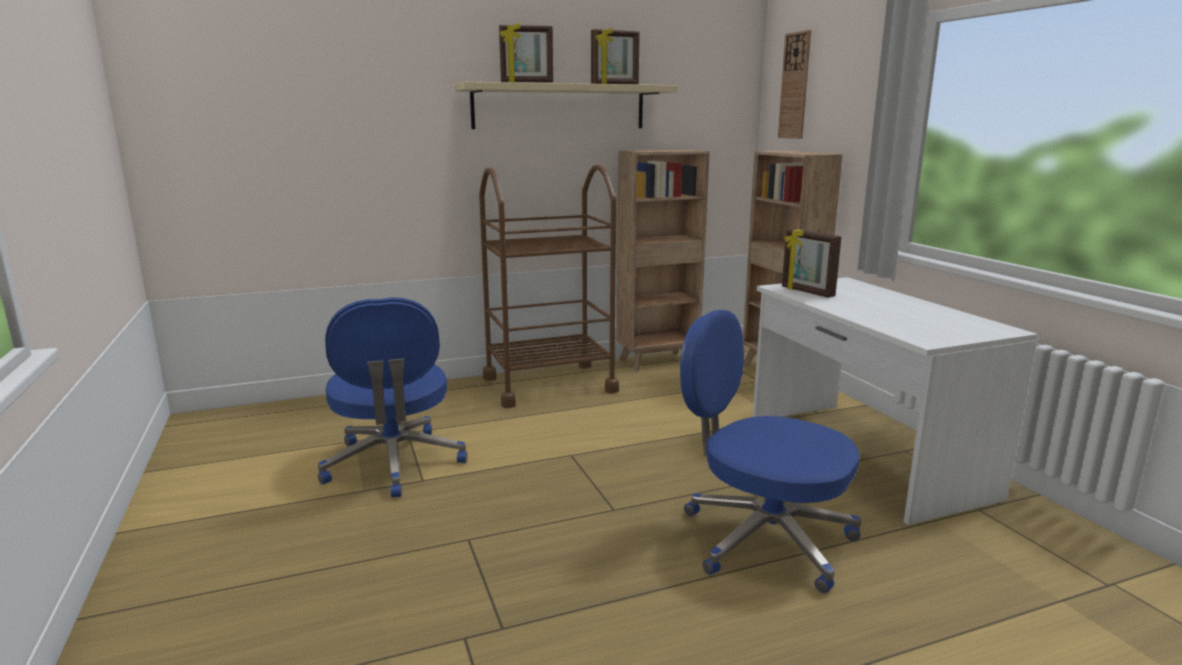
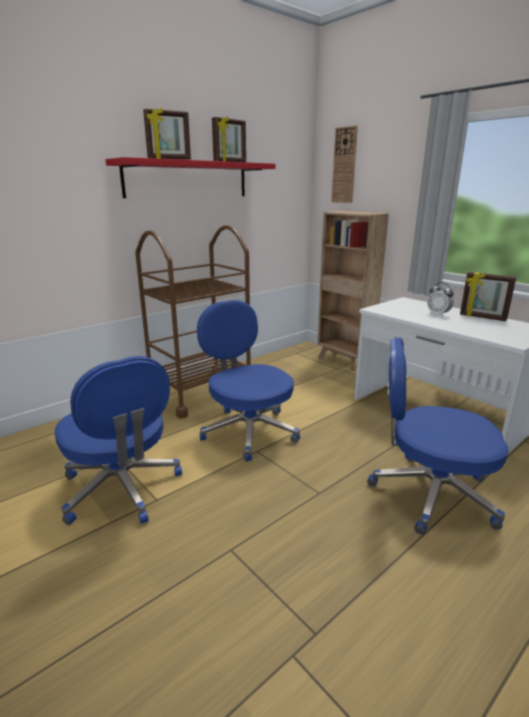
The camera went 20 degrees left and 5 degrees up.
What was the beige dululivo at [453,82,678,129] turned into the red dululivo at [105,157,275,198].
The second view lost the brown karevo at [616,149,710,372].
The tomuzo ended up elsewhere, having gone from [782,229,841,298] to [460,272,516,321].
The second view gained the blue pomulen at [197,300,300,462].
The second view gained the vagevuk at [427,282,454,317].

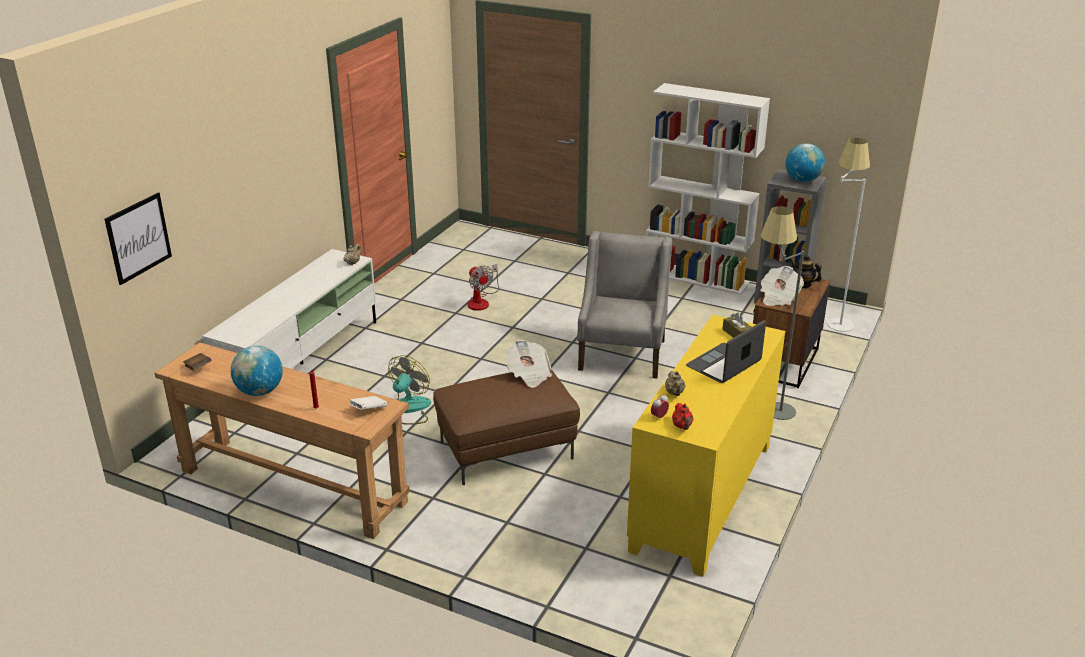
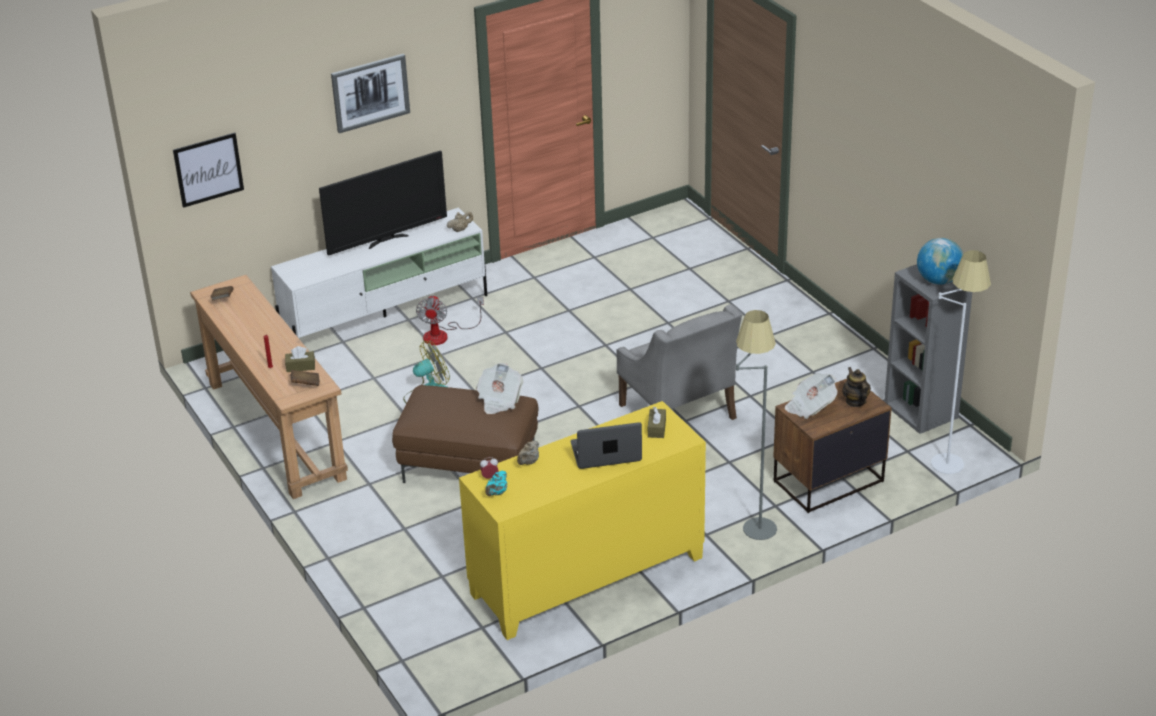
The camera went 35 degrees right and 5 degrees up.
The second view lost the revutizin at [231,346,283,396].
What was the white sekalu at [350,396,387,410] turned into the brown sekalu at [290,370,320,386].
The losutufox ended up elsewhere, having gone from [468,264,499,311] to [416,295,484,345].
The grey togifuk at [577,231,672,379] ended up facing another way, 105 degrees clockwise from before.
The second view lost the white karevo at [646,83,770,295].
What was the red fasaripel at [672,403,693,430] turned into the turquoise fasaripel at [485,471,507,496].
The second view gained the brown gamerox at [285,346,315,372].
The second view gained the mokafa at [319,150,447,256].
The second view gained the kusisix at [331,54,410,133].

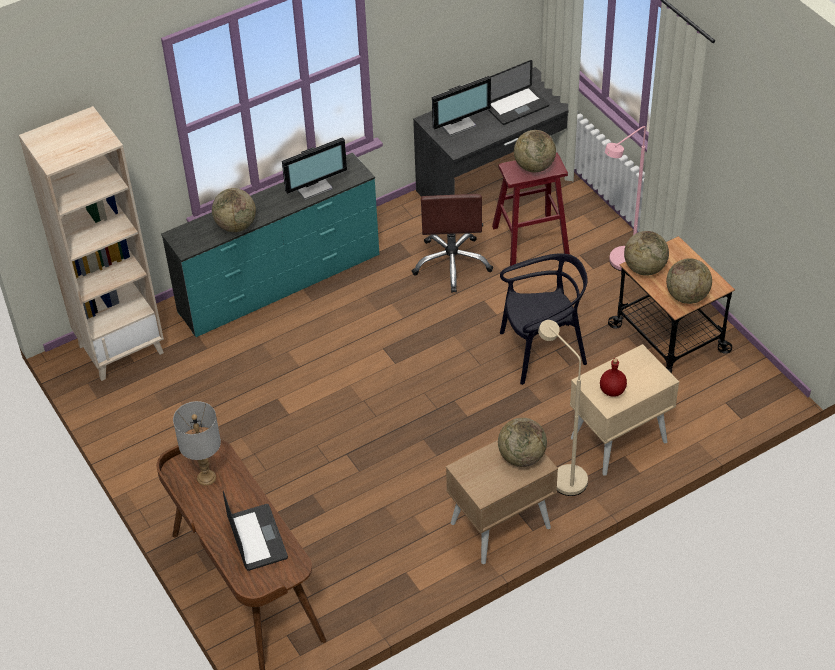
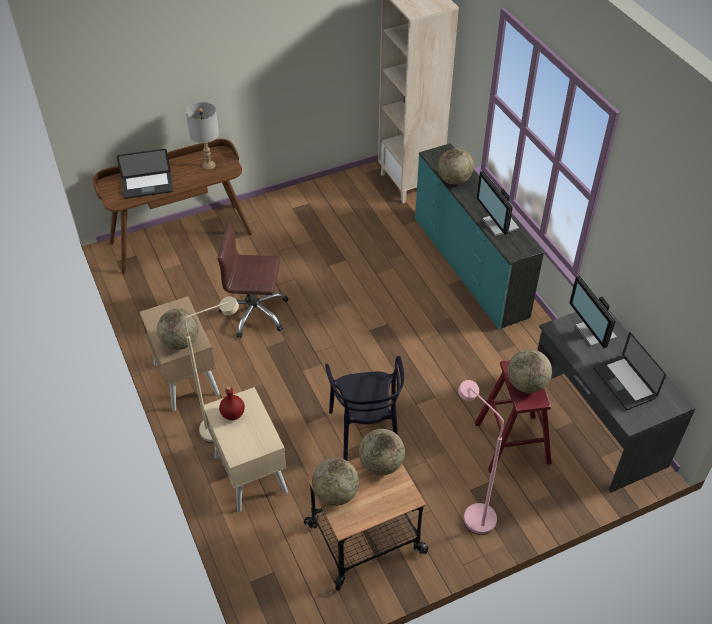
The camera went 95 degrees right and 0 degrees up.
The brown pomulen ended up elsewhere, having gone from [412,194,493,293] to [217,222,288,338].

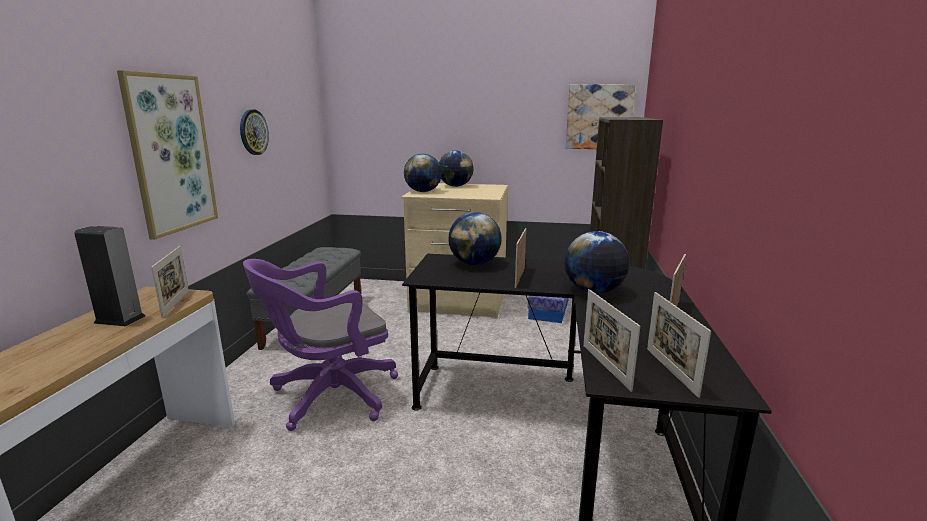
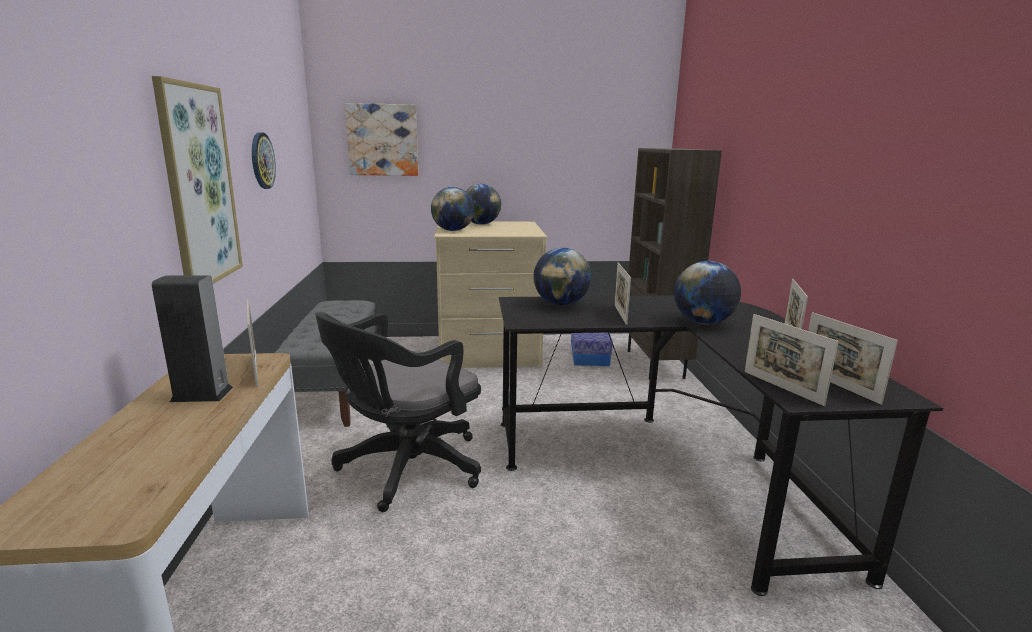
The camera went 15 degrees left and 0 degrees up.
What was the purple pomulen at [243,259,398,431] turned into the black pomulen at [315,312,481,512].
The kusisix ended up elsewhere, having gone from [566,84,635,149] to [345,103,418,176].

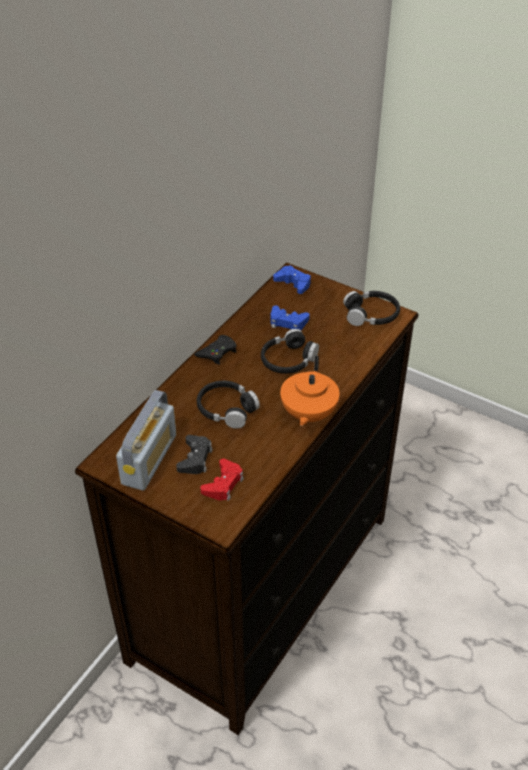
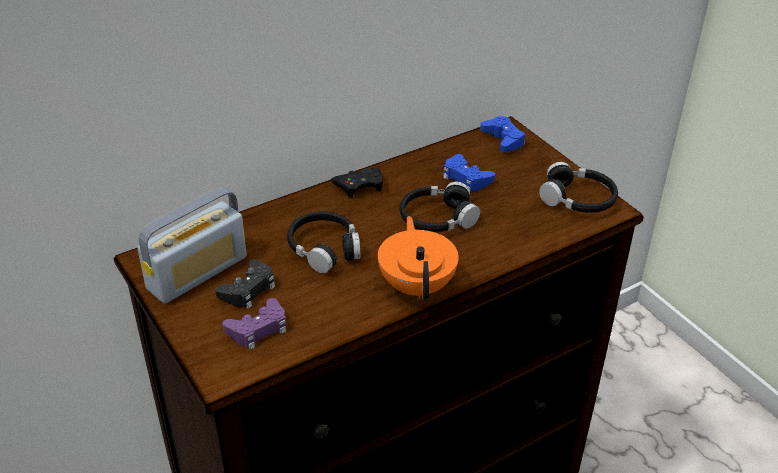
The camera went 25 degrees right and 5 degrees down.
What was the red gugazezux at [200,459,244,501] turned into the purple gugazezux at [223,298,286,349].
The orange fasaripel at [280,356,340,426] ended up facing another way, 135 degrees clockwise from before.

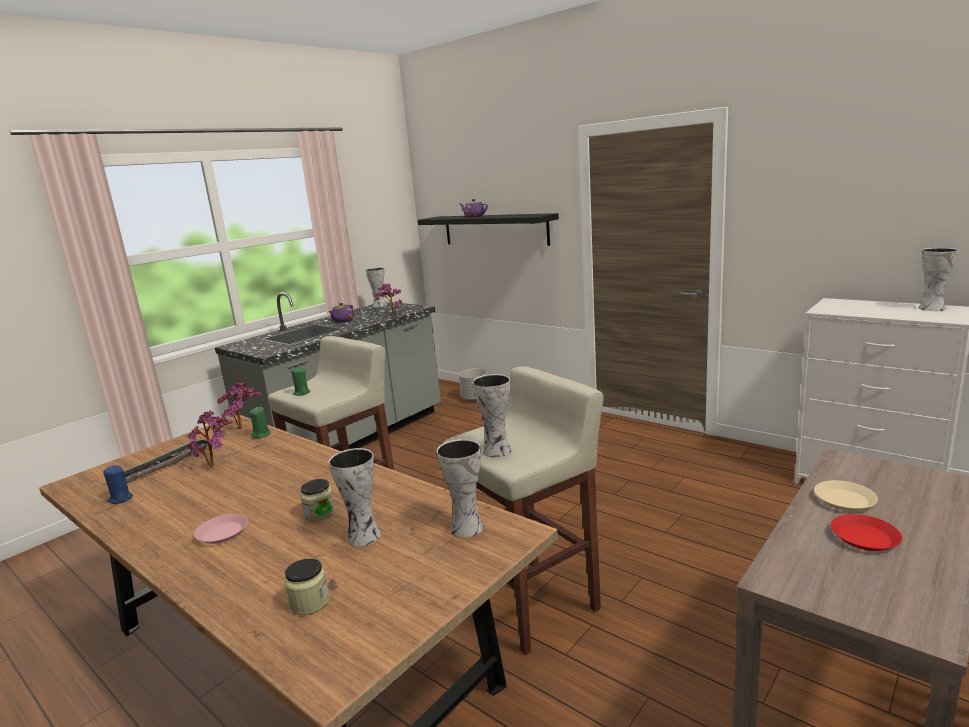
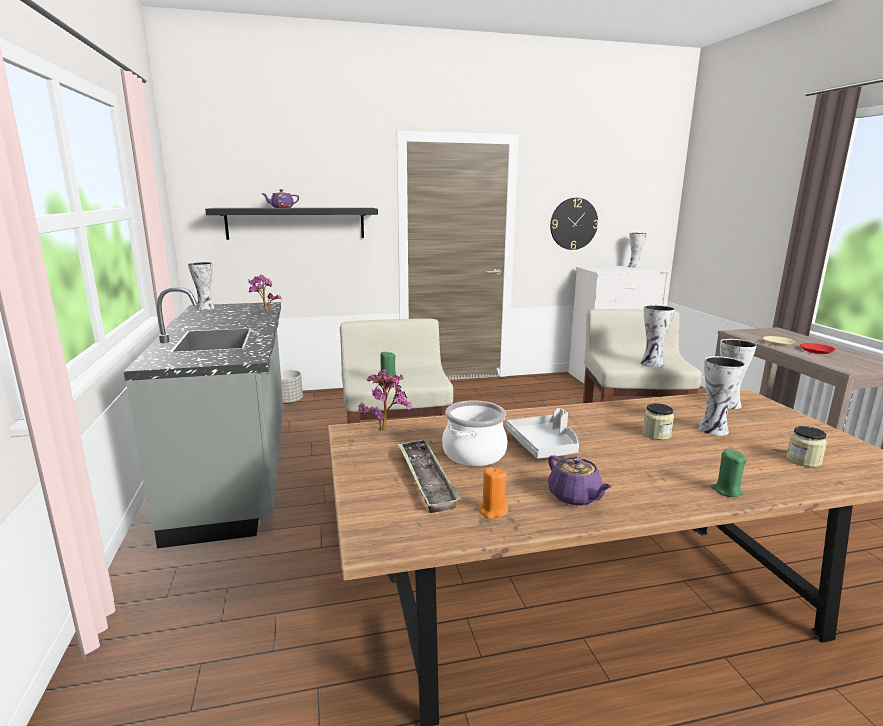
The camera went 55 degrees left and 0 degrees up.
What was the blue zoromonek at [103,465,133,504] turned into the orange zoromonek at [479,467,509,519].
Where the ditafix stood at [188,411,233,467], the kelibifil came to stand at [442,400,508,466].
The second view lost the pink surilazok at [194,514,248,544].
The green zoromonek ended up elsewhere, having gone from [250,407,271,438] to [711,449,747,497].
The purple fasaripel ended up elsewhere, having gone from [329,303,355,323] to [548,456,612,506].
The second view gained the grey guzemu at [506,408,579,459].
The second view gained the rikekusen at [550,198,598,250].

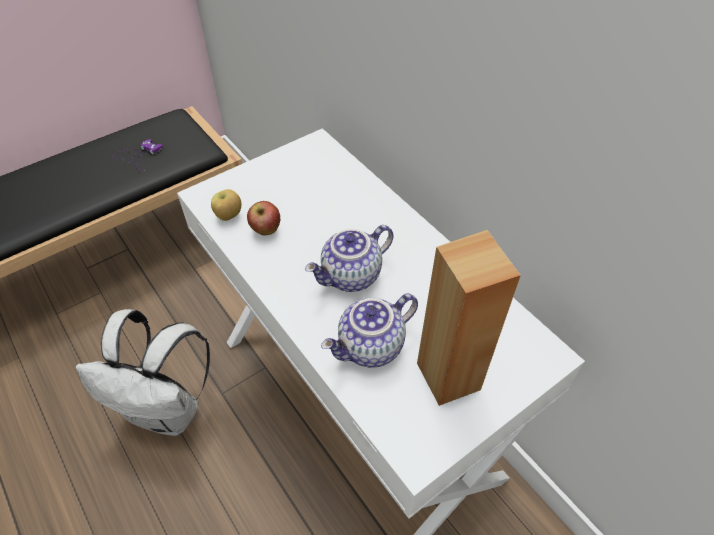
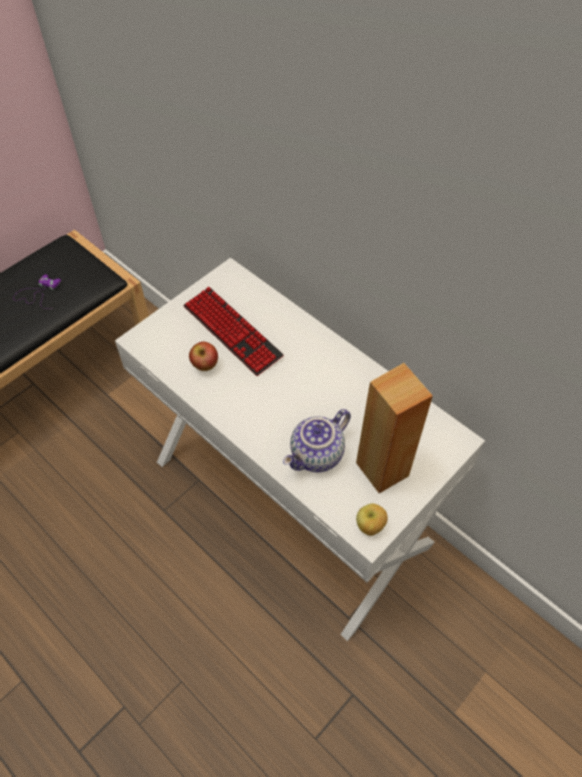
The camera went 10 degrees left and 5 degrees up.
The second view lost the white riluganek at [75,309,210,436].
The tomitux ended up elsewhere, having gone from [211,189,241,221] to [356,503,388,536].
The second view lost the fasaripel at [305,225,393,292].
The second view gained the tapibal at [183,286,284,376].

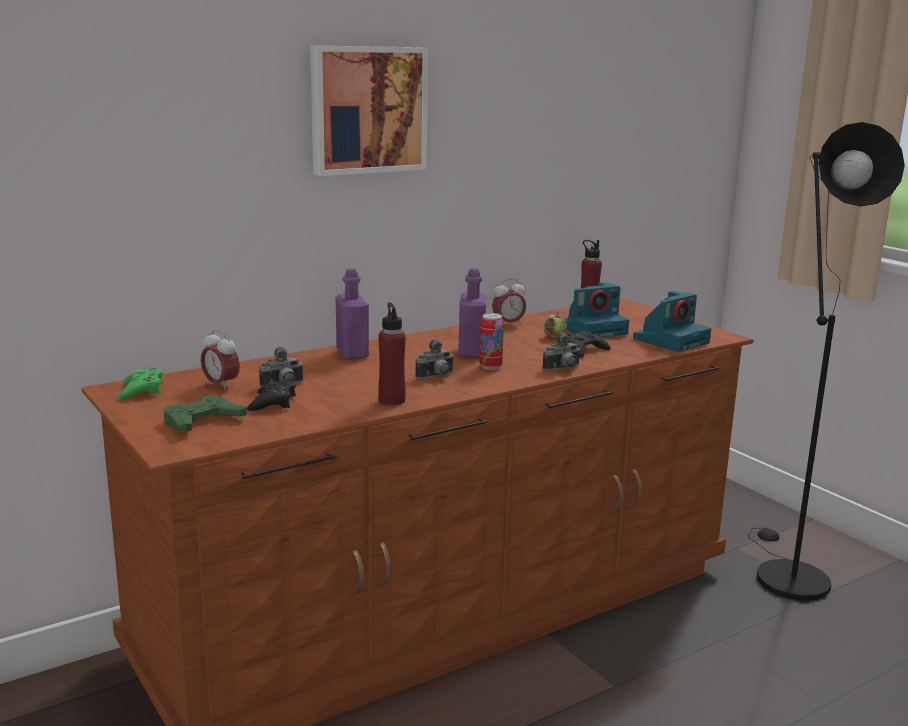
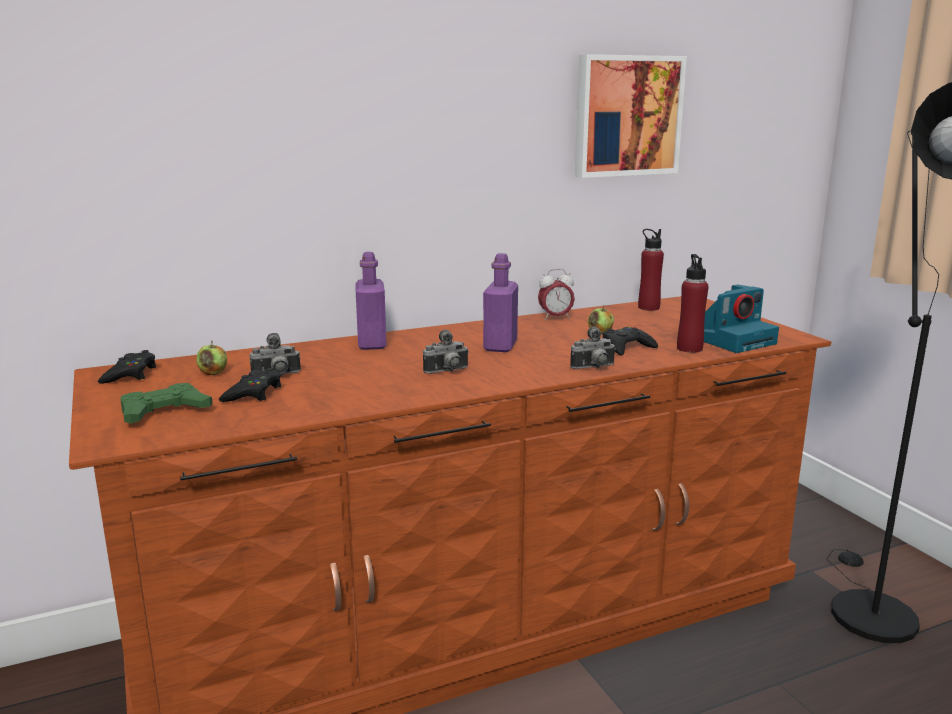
The camera went 10 degrees right and 0 degrees up.
What was the green gugazezux at [118,366,163,399] turned into the black gugazezux at [98,350,157,384].
Where the vagevuk stood at [201,329,240,390], the tomitux came to stand at [197,341,227,375].
The kusisix ended up elsewhere, having gone from [310,45,428,176] to [575,54,687,178].
The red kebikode ended up elsewhere, having gone from [378,303,406,406] to [677,254,709,353].
The second view lost the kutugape at [479,313,504,370].
The second view lost the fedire at [564,282,629,338].

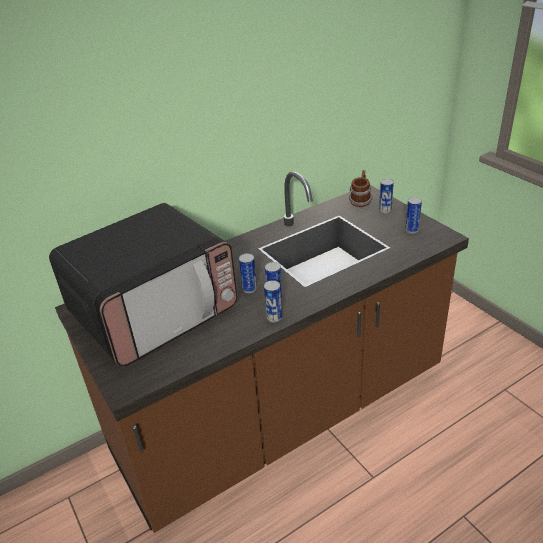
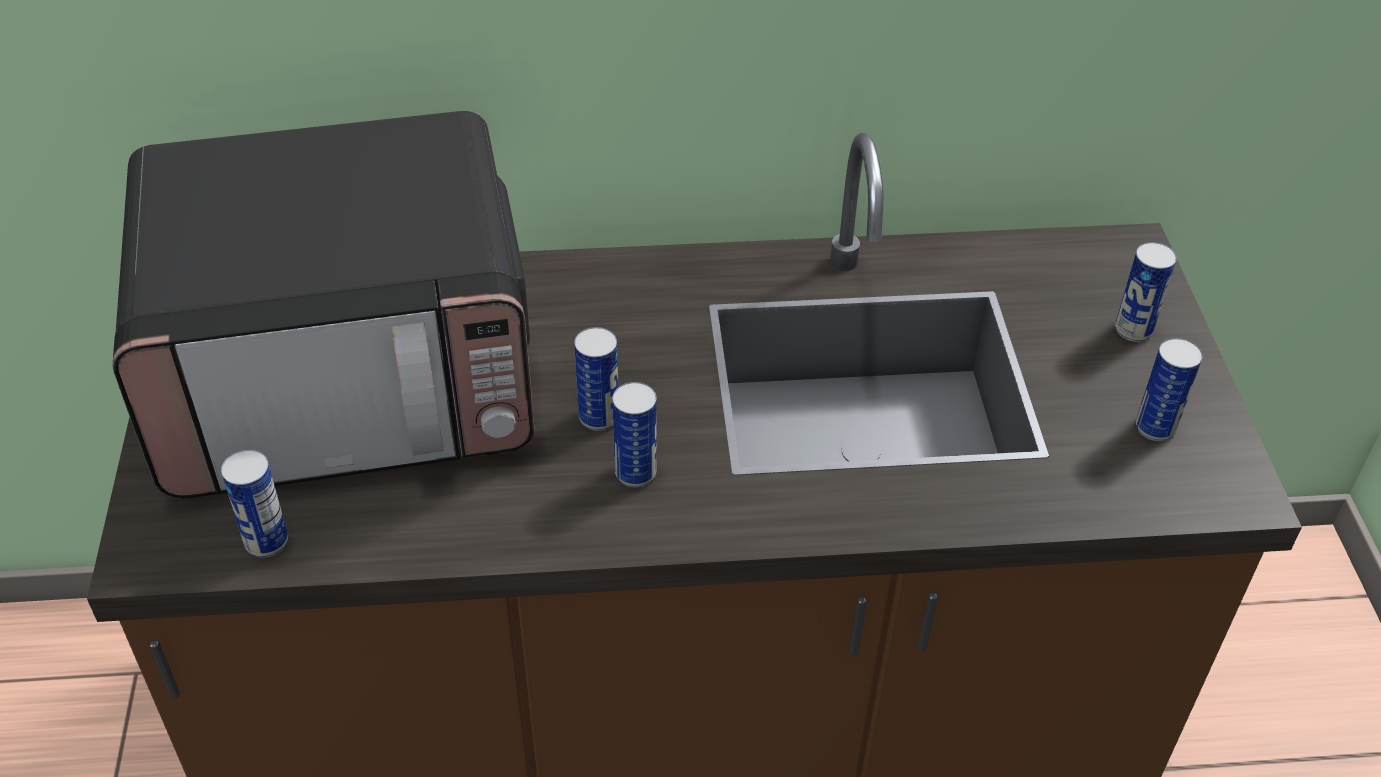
The camera went 25 degrees right and 10 degrees up.
The kutugape ended up elsewhere, having gone from [264,280,282,323] to [221,450,288,558].
The second view lost the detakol at [349,170,373,207].

